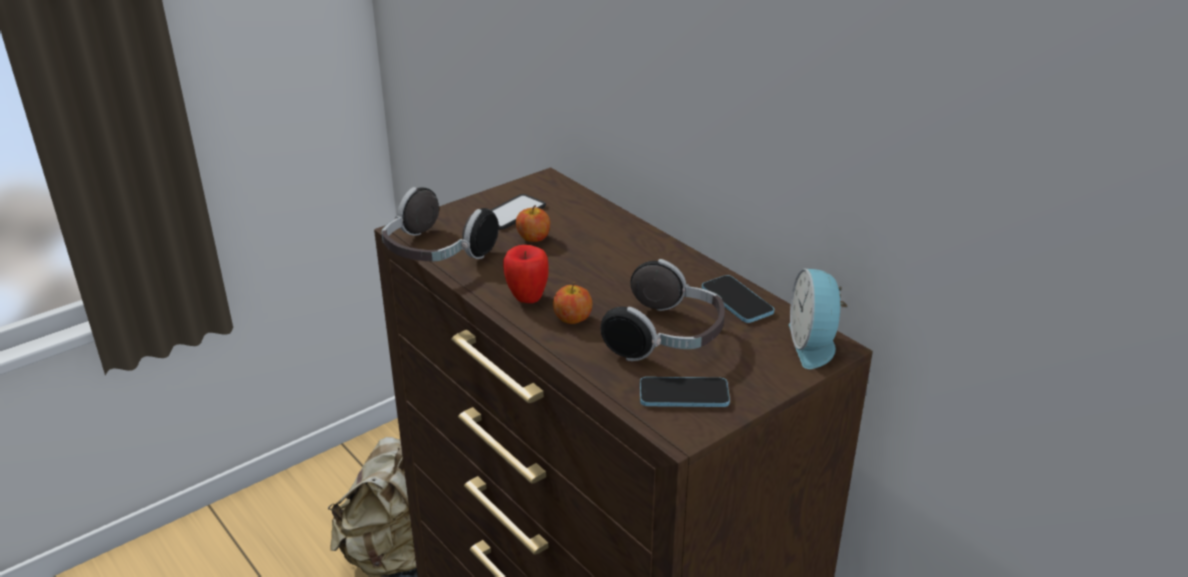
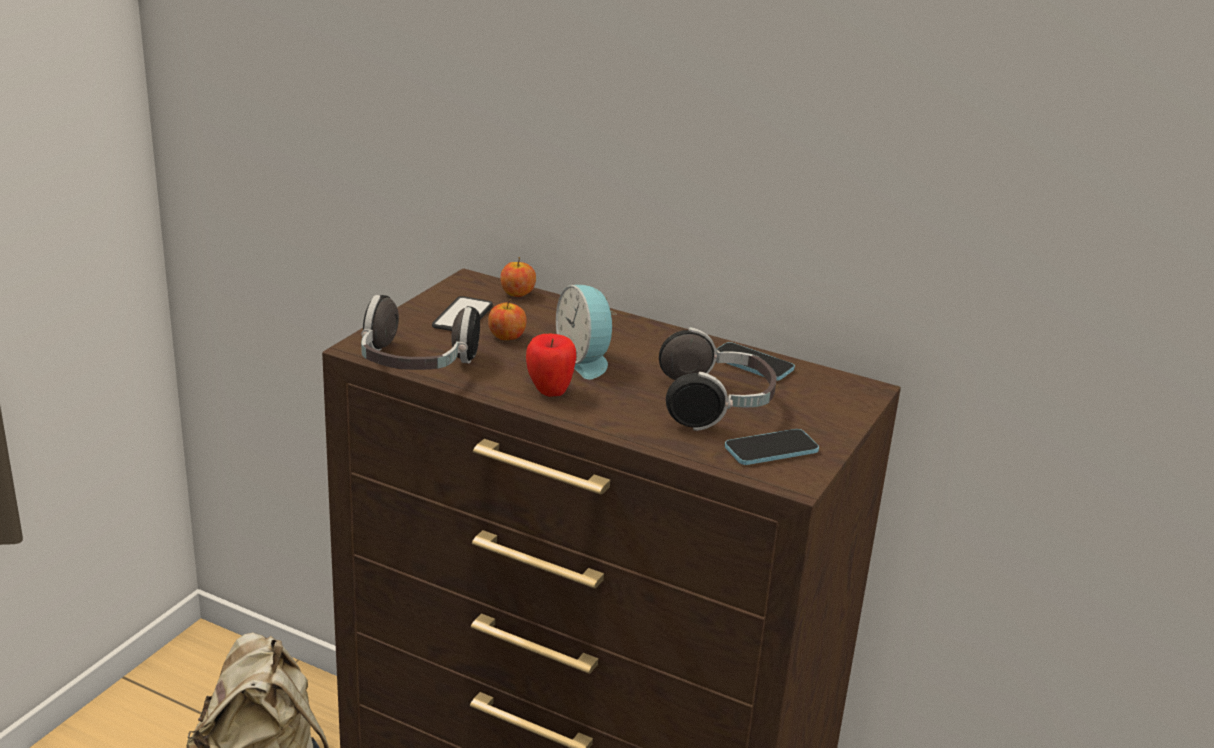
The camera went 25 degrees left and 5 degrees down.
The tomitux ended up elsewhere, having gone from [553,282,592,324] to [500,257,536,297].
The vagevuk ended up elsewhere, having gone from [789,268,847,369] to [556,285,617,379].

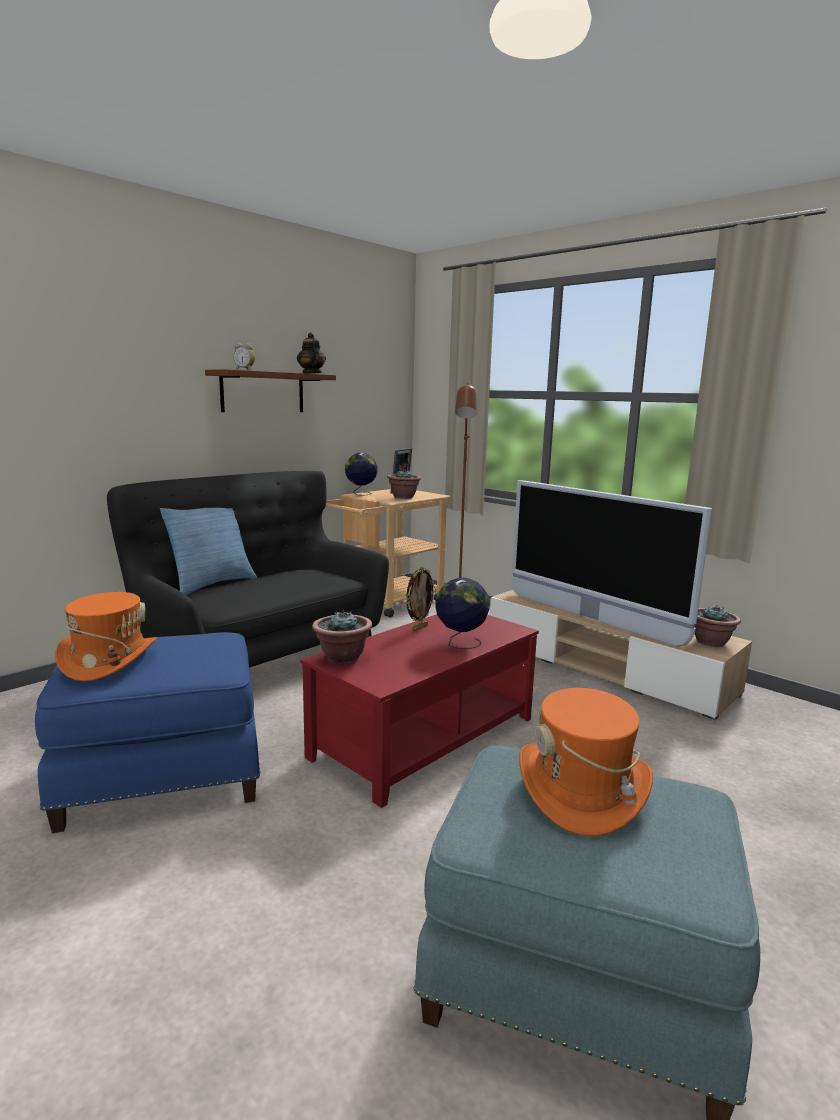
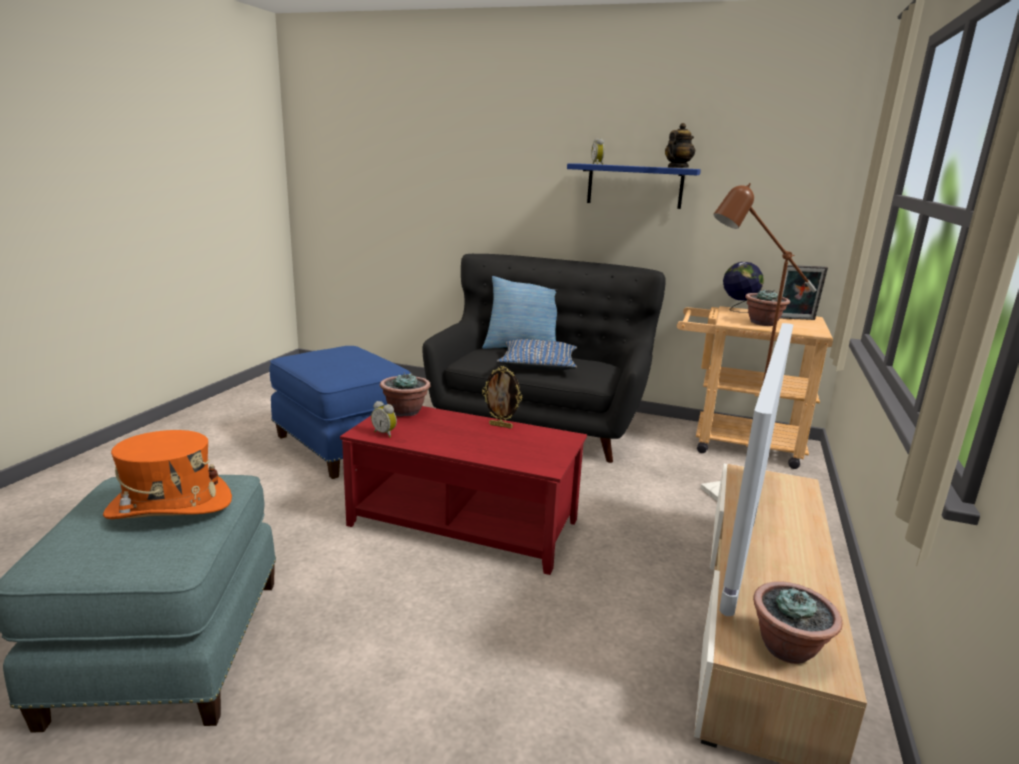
The camera went 65 degrees right and 5 degrees up.
The second view lost the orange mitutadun at [55,592,157,681].
What was the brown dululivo at [205,369,336,412] turned into the blue dululivo at [567,163,701,209].
The second view lost the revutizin at [435,577,490,649].
The second view gained the vagevuk at [371,401,397,437].
The second view gained the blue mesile at [497,339,577,370].

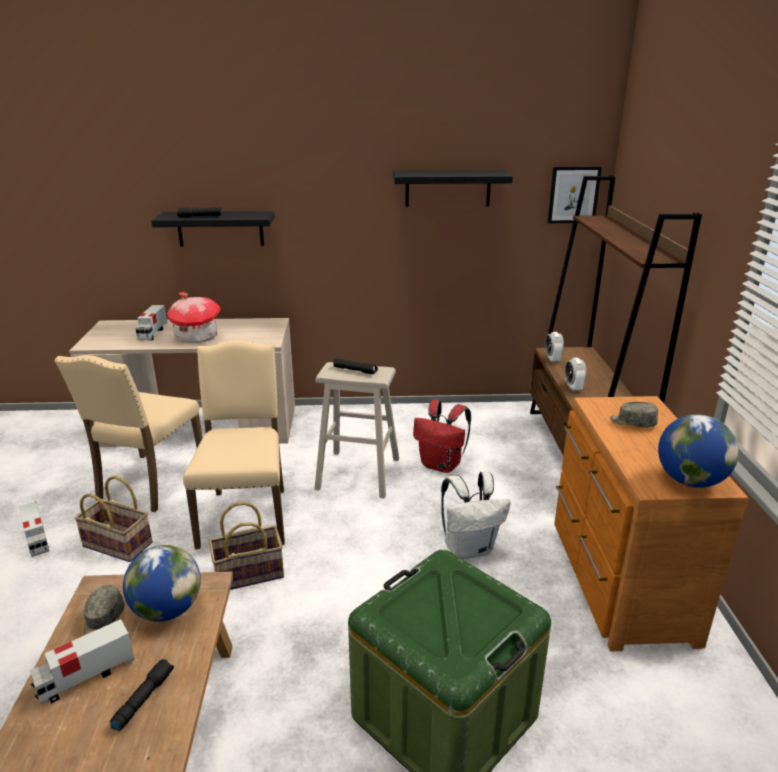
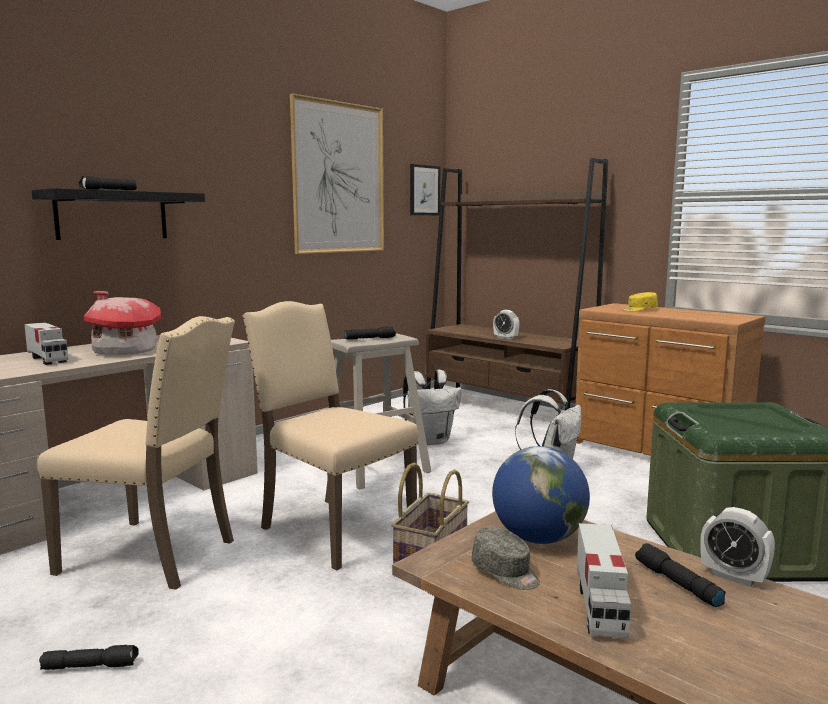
The camera went 45 degrees left and 15 degrees down.
Where the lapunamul stood at [19,501,49,557], the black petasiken came to stand at [39,645,139,670].
The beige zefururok at [55,355,202,512] ended up facing another way, 45 degrees counterclockwise from before.
The second view lost the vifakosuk at [74,476,153,562].
Where the black dululivo hung at [393,170,513,207], the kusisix came to hang at [290,93,384,254].
What was the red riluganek at [413,399,471,473] turned into the white riluganek at [403,369,462,445].
The vagevuk ended up elsewhere, having gone from [545,332,564,363] to [700,507,775,587].
What was the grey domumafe at [610,402,658,428] turned into the yellow domumafe at [623,292,658,311].
The second view lost the revutizin at [658,414,739,488].

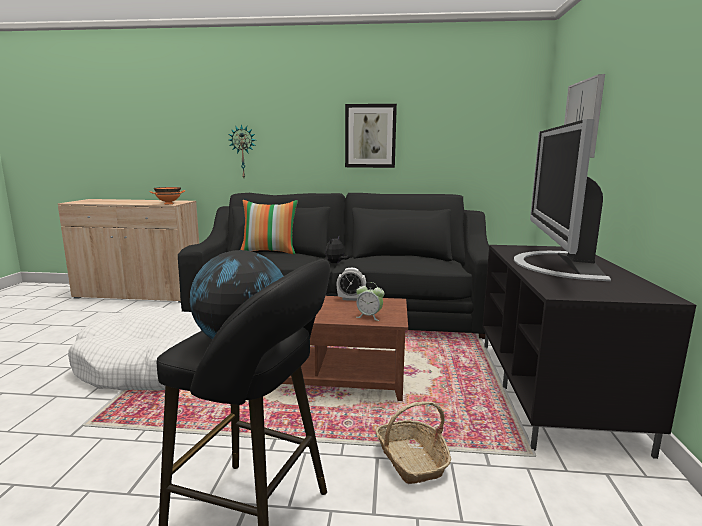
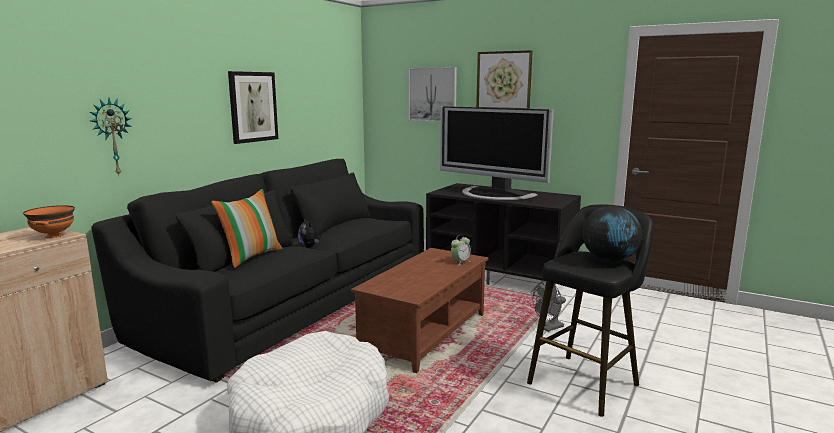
The camera went 65 degrees left and 0 degrees up.
The second view lost the vagevuk at [337,268,366,301].
Where the vifakosuk stood at [376,401,451,484], the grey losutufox came to stand at [532,281,566,332].
The second view gained the kusisix at [476,50,533,109].

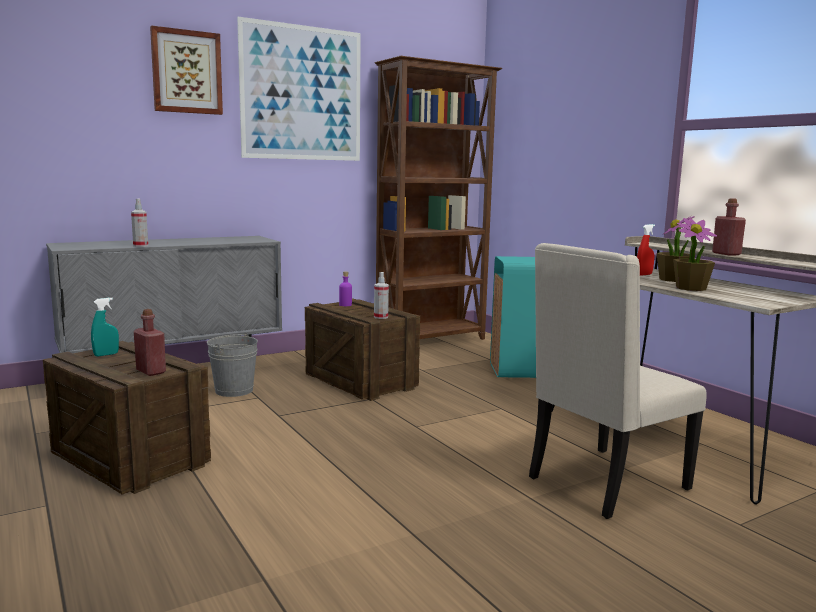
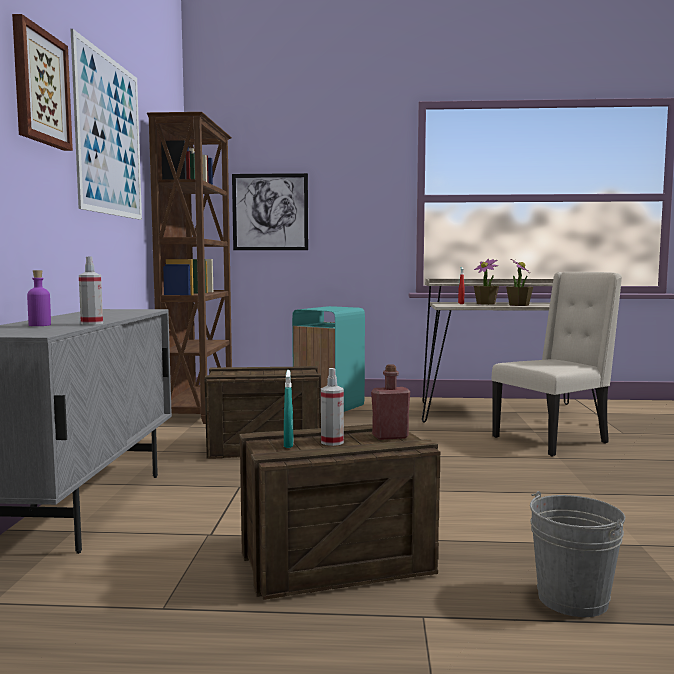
The camera went 55 degrees left and 5 degrees down.
The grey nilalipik ended up elsewhere, having gone from [207,333,258,397] to [530,491,625,617].
The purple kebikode ended up elsewhere, having gone from [339,271,352,306] to [27,270,51,326].
The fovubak ended up elsewhere, having gone from [374,272,389,319] to [321,368,344,446].
The beige zefururok at [529,243,707,519] ended up facing another way, 120 degrees counterclockwise from before.
The second view lost the red kebikode at [712,198,746,256].
The second view gained the kusisix at [232,173,308,250].

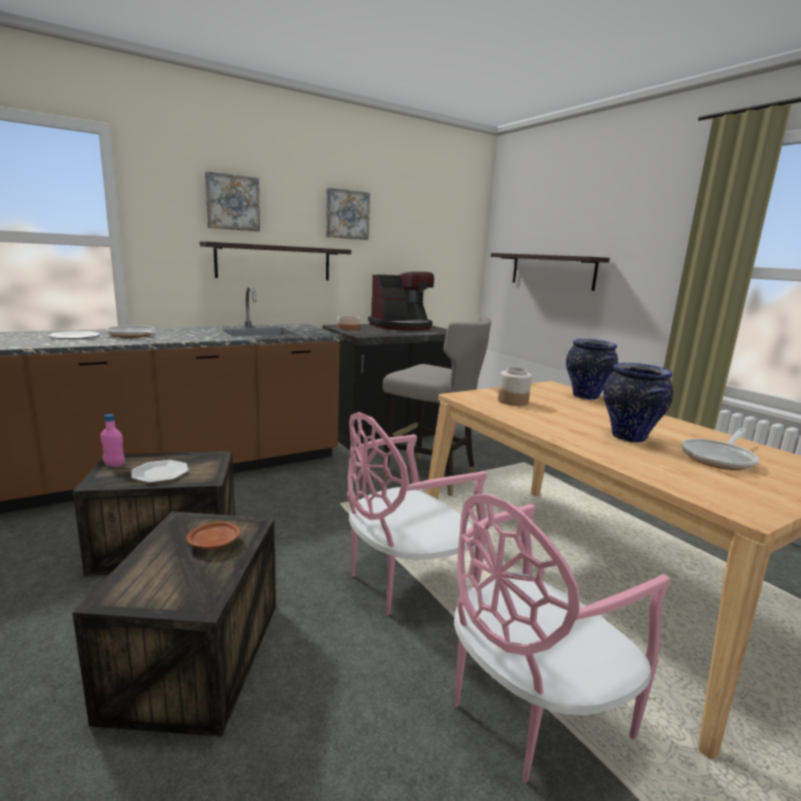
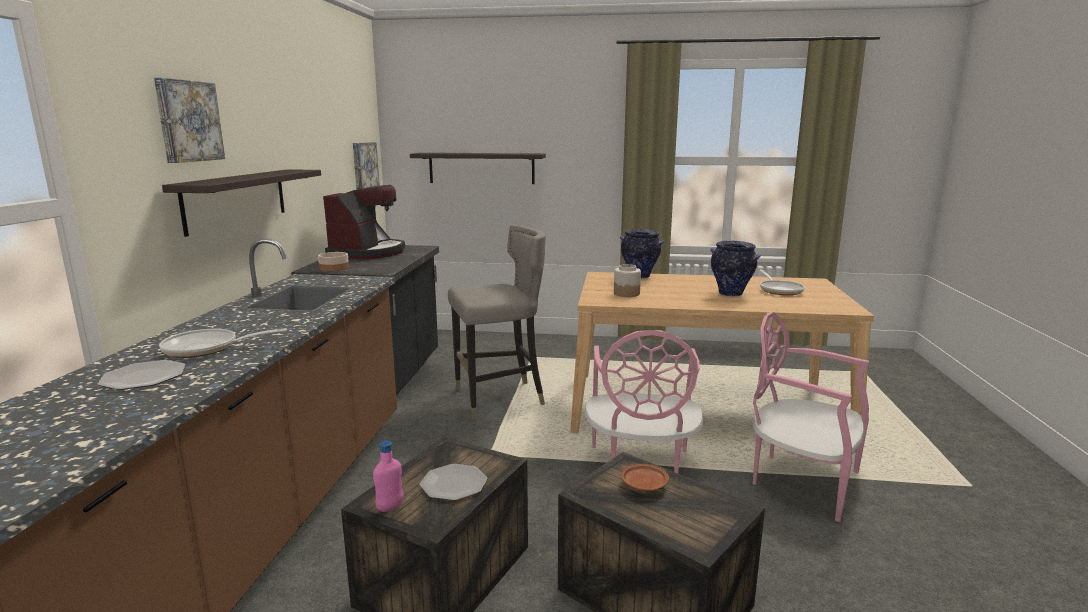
The camera went 50 degrees left and 0 degrees up.
The kusisix ended up elsewhere, having gone from [326,188,370,240] to [353,142,380,190].
The pink zefururok at [454,494,671,783] ended up facing another way, 120 degrees clockwise from before.

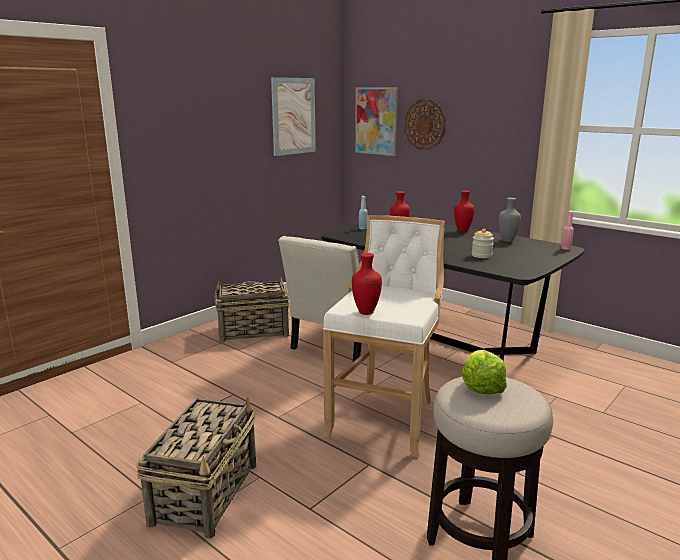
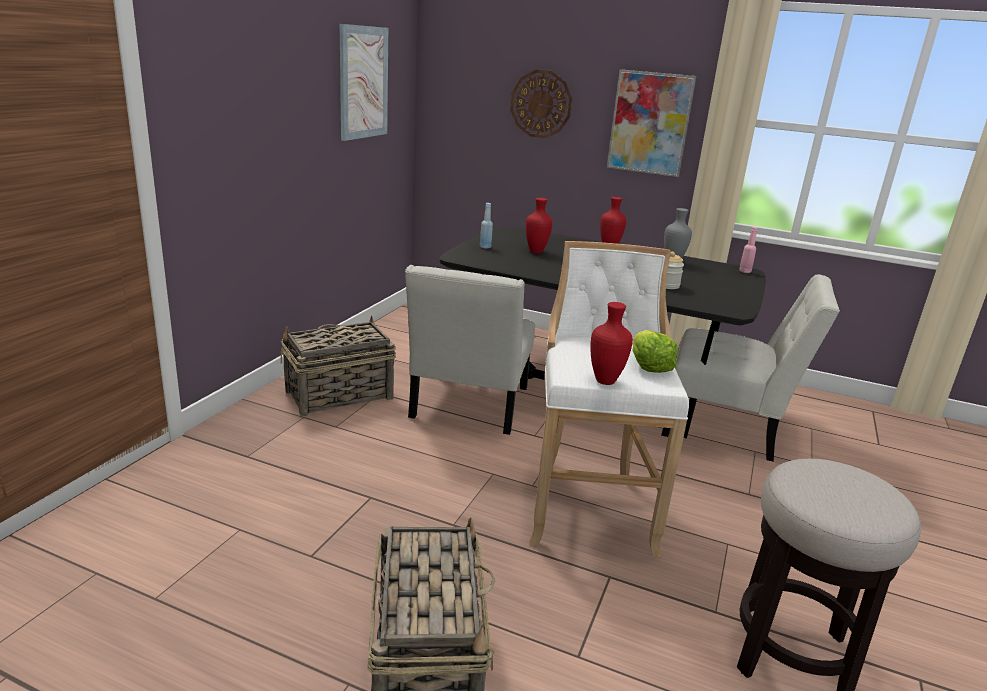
The camera went 20 degrees left and 5 degrees up.
The kusisix ended up elsewhere, having gone from [355,87,398,156] to [607,69,697,177].
The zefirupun ended up elsewhere, having gone from [462,350,507,394] to [632,330,678,373].
The second view gained the white zefururok at [661,274,840,462].

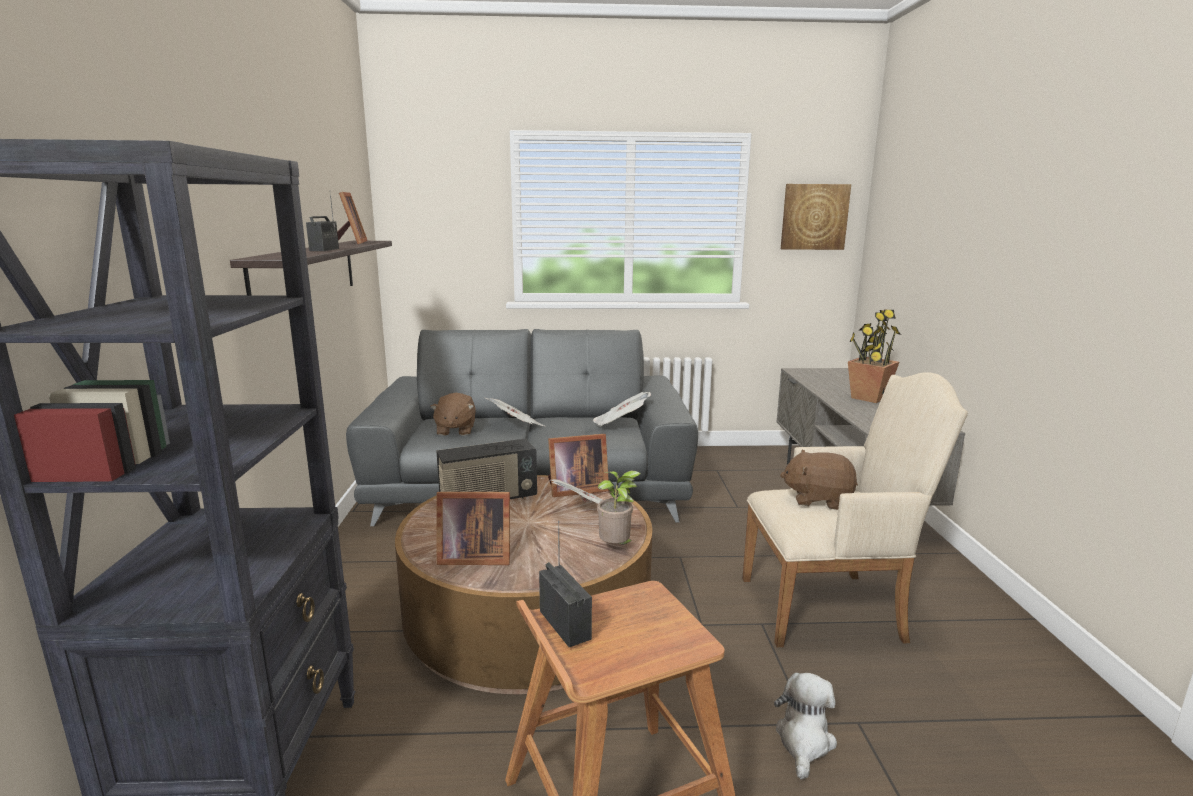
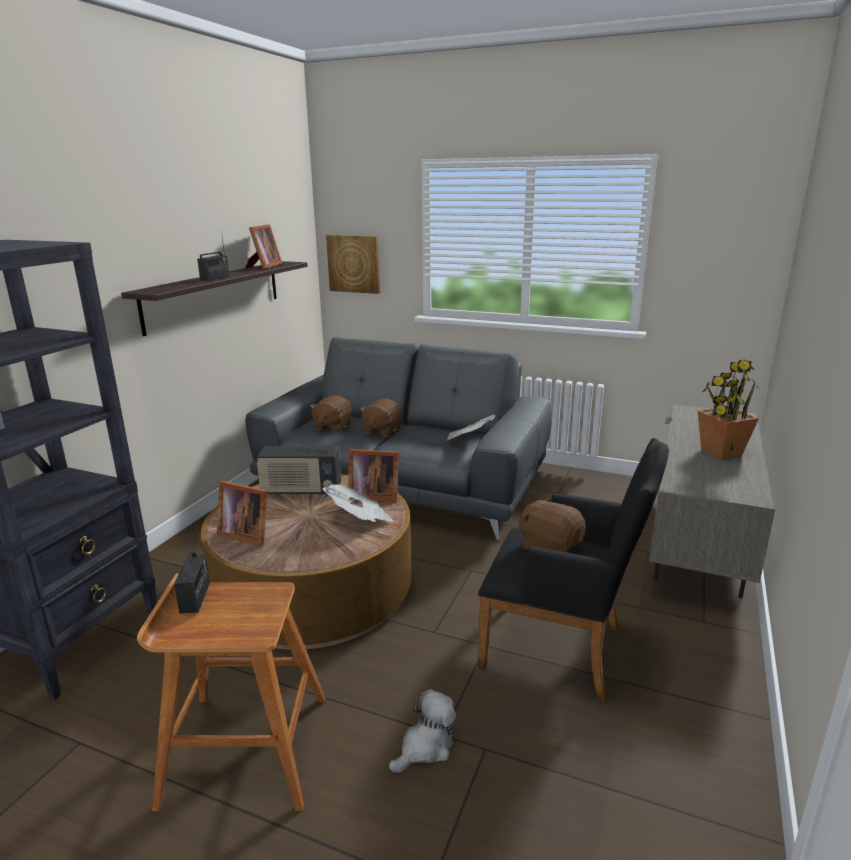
The camera went 25 degrees right and 5 degrees up.
Where the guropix stood at [486,398,544,426], the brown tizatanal came to stand at [360,399,402,437].
The second view lost the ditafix at [597,471,641,545].
What was the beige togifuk at [742,372,968,647] turned into the black togifuk at [478,438,669,702].
The kusisix ended up elsewhere, having gone from [781,184,851,250] to [326,235,380,294].

